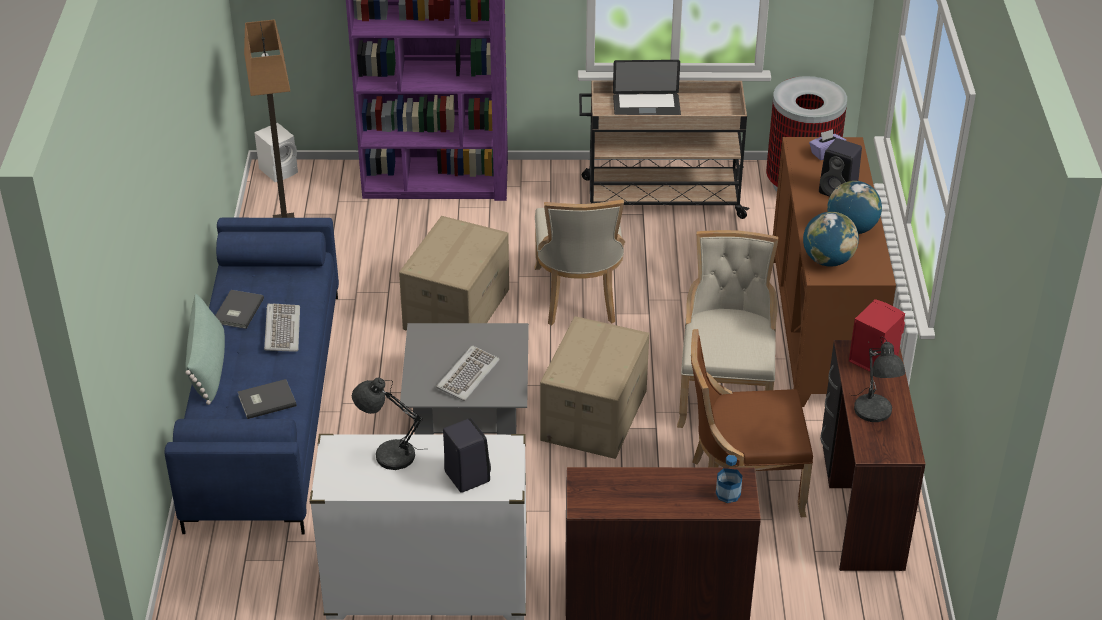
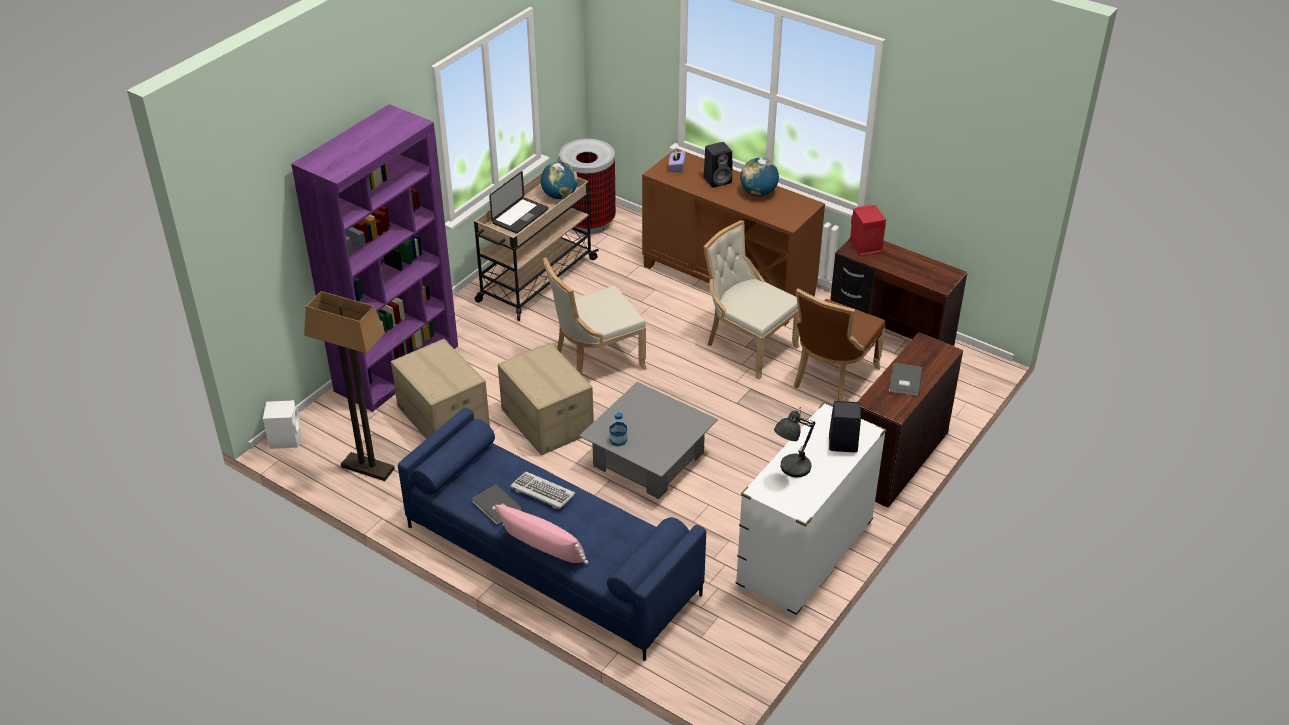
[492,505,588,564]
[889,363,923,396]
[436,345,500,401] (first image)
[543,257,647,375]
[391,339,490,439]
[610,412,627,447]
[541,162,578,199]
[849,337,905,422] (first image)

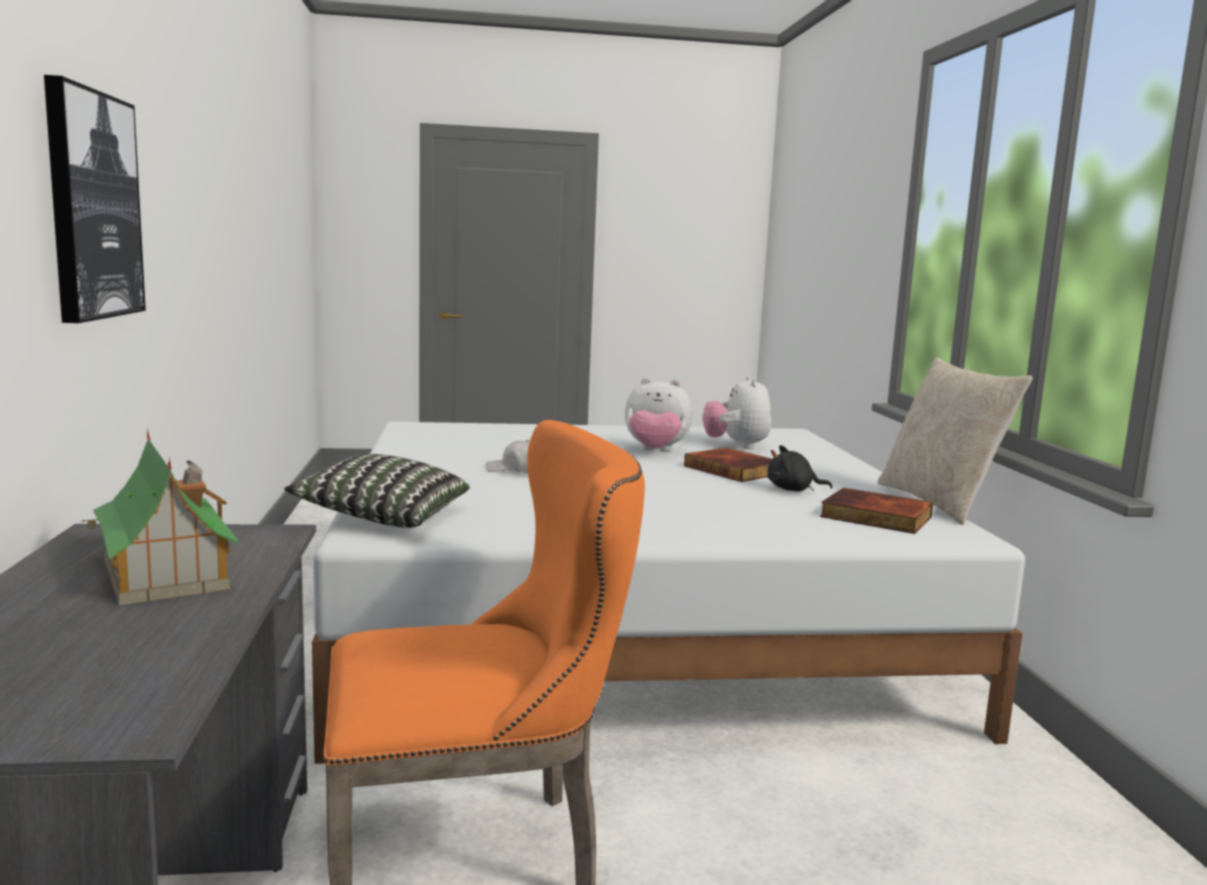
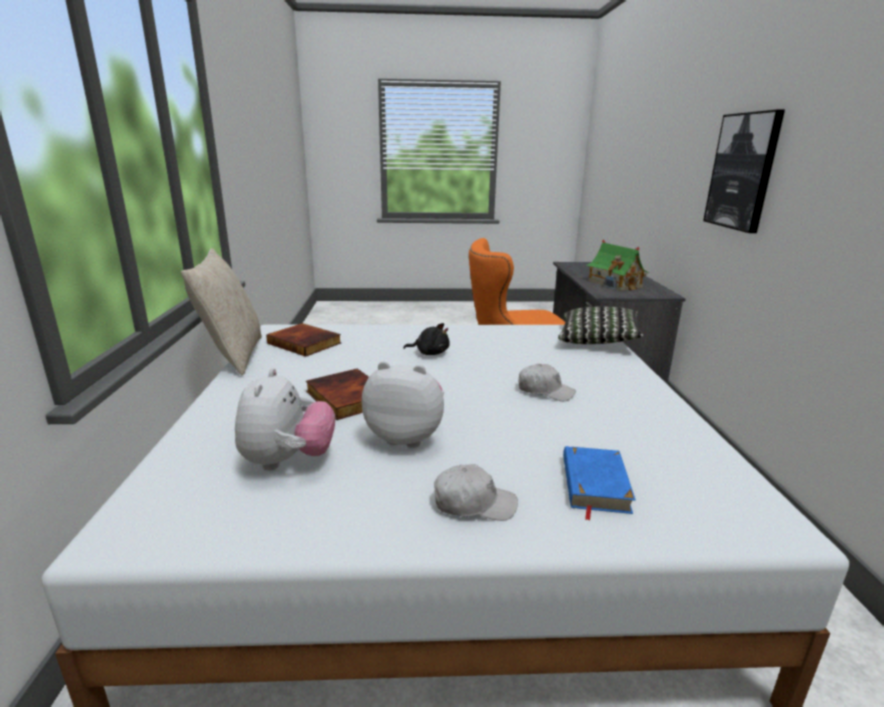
[403,323,450,355]
[434,464,518,521]
[563,446,636,521]

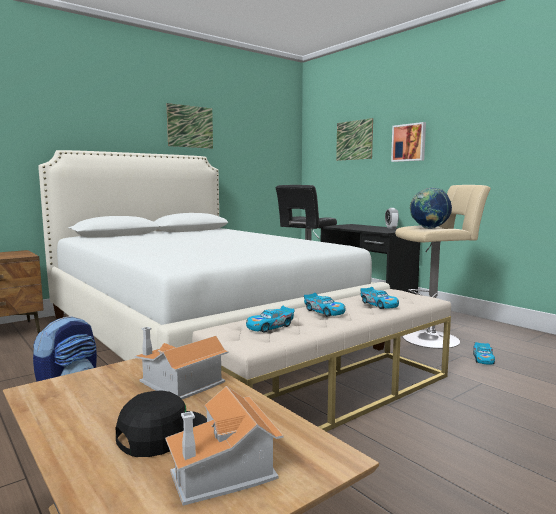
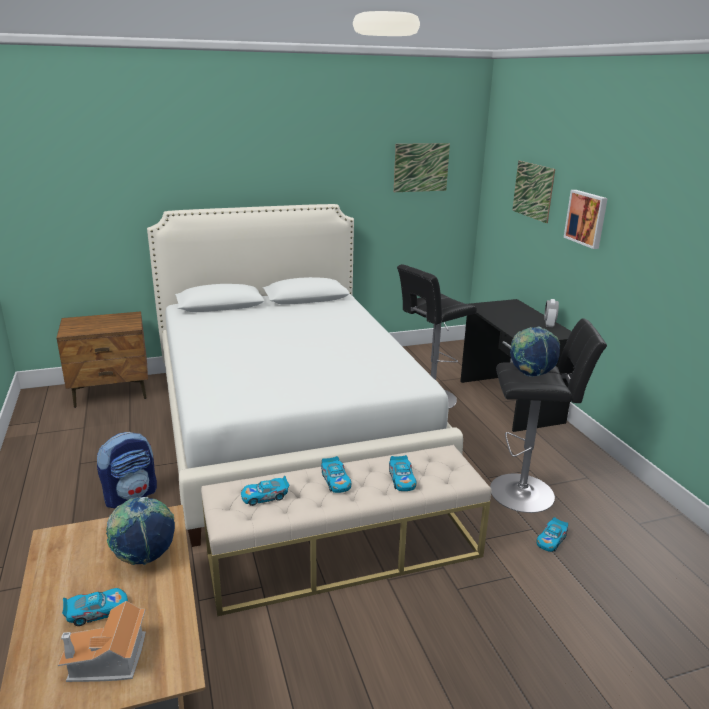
[62,588,128,626]
[106,497,175,565]
[394,143,450,192]
[490,318,607,513]

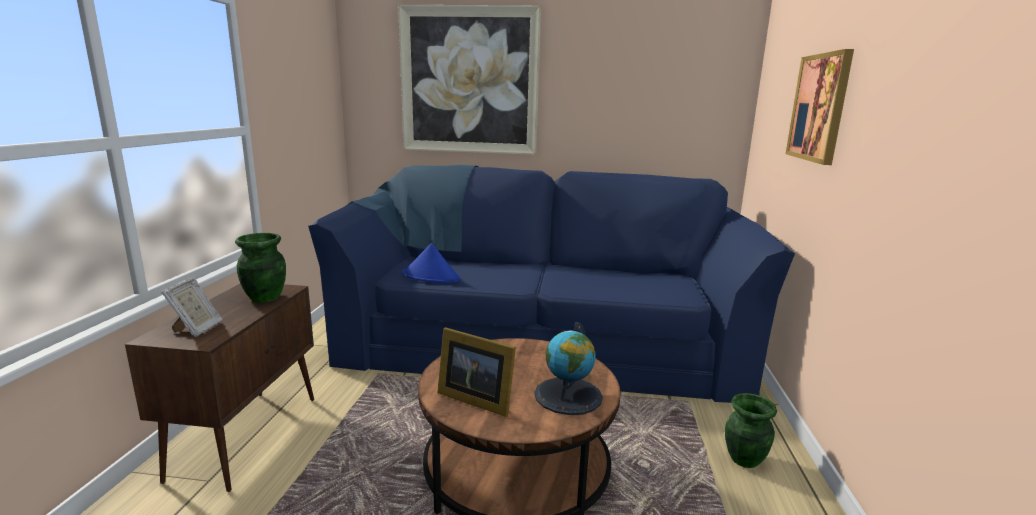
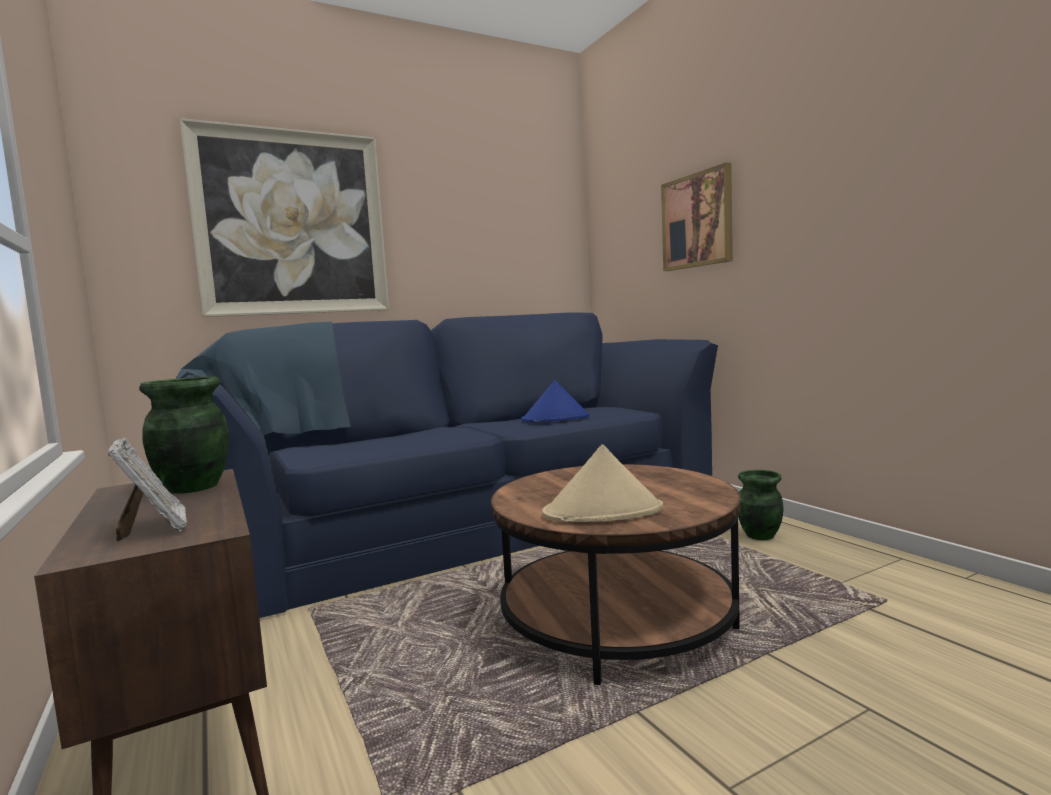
[521,380,590,422]
[542,444,663,522]
[534,322,603,415] (first image)

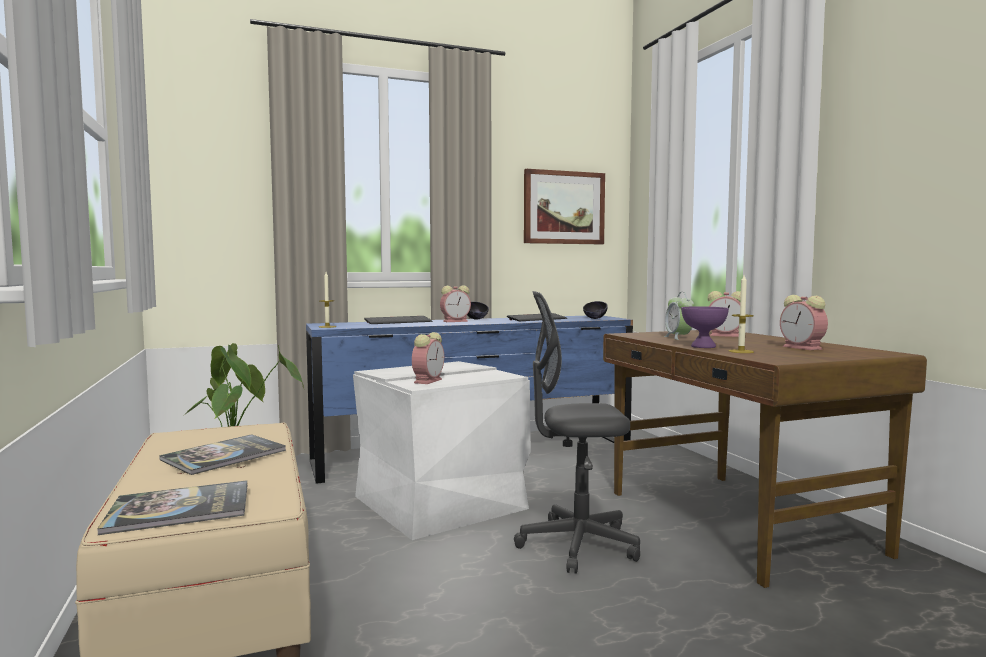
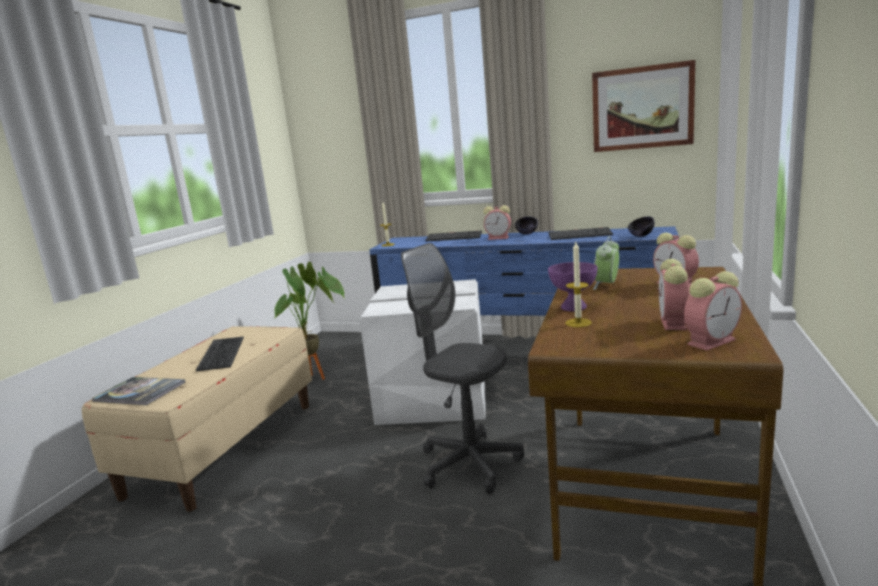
[196,337,244,371]
[684,271,742,351]

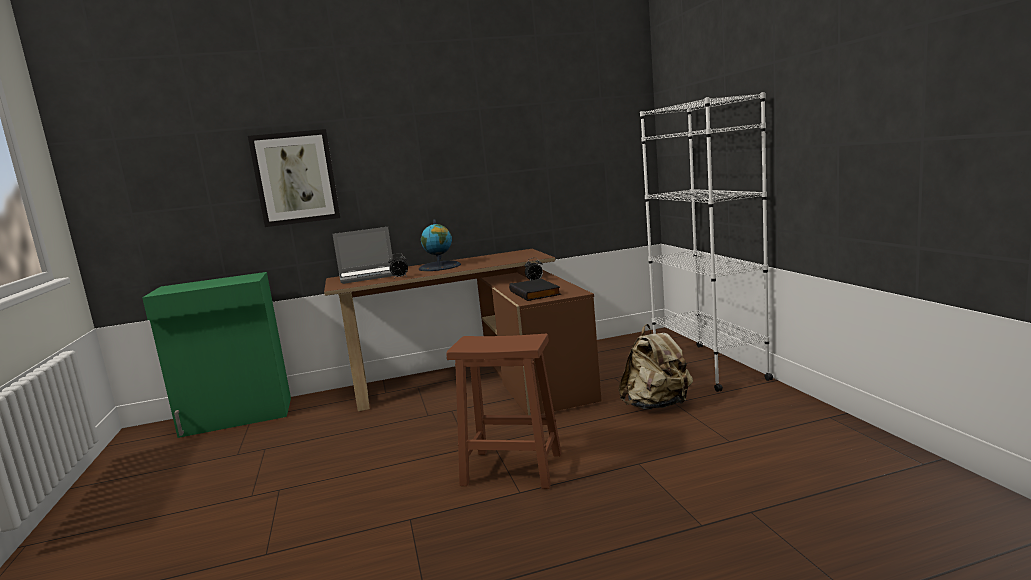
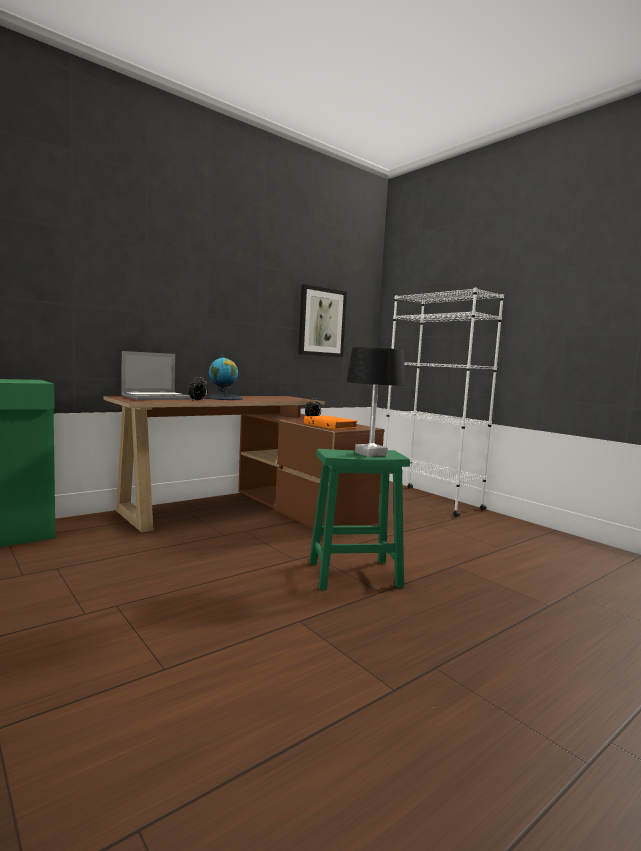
[298,284,347,357]
[309,449,410,590]
[304,415,358,430]
[618,324,693,410] (first image)
[346,347,405,457]

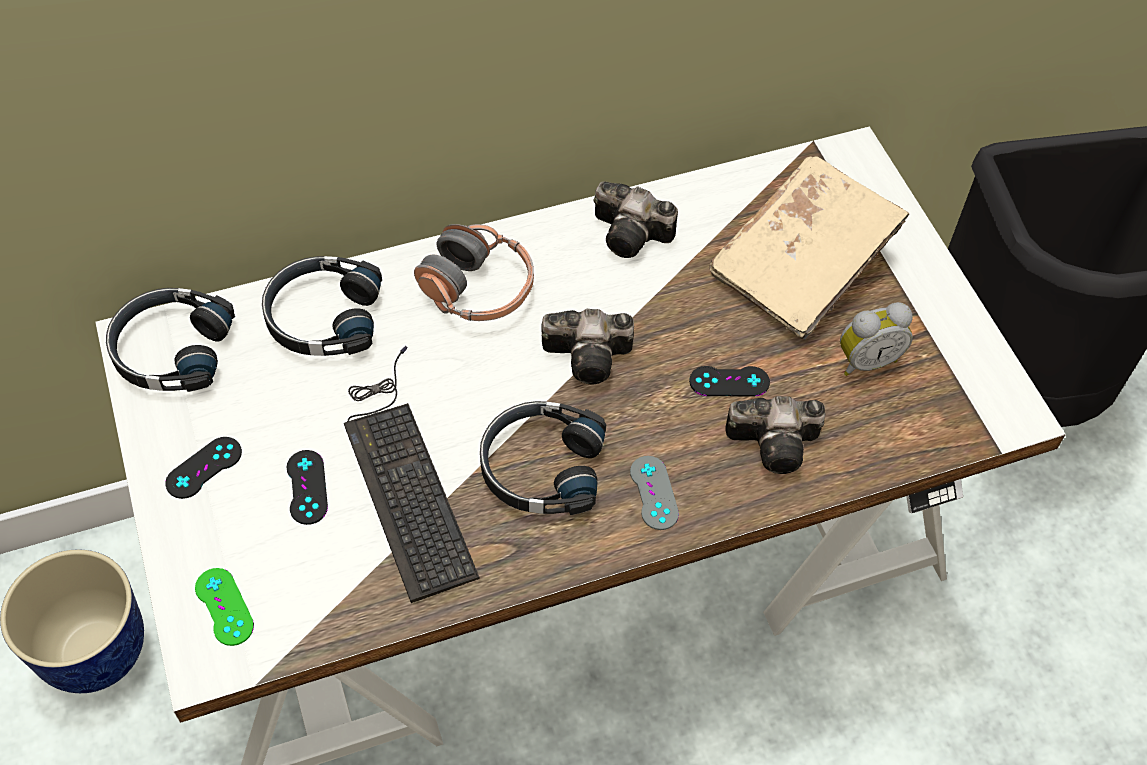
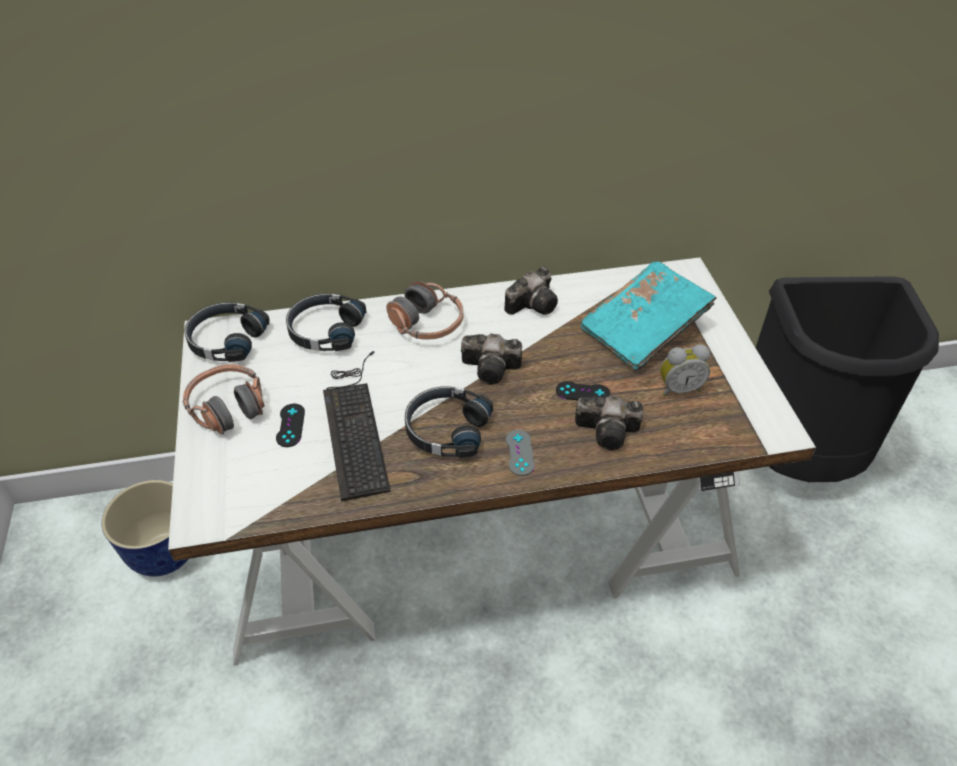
[183,364,264,435]
[195,568,254,646] (first image)
[504,266,558,315]
[580,262,717,372]

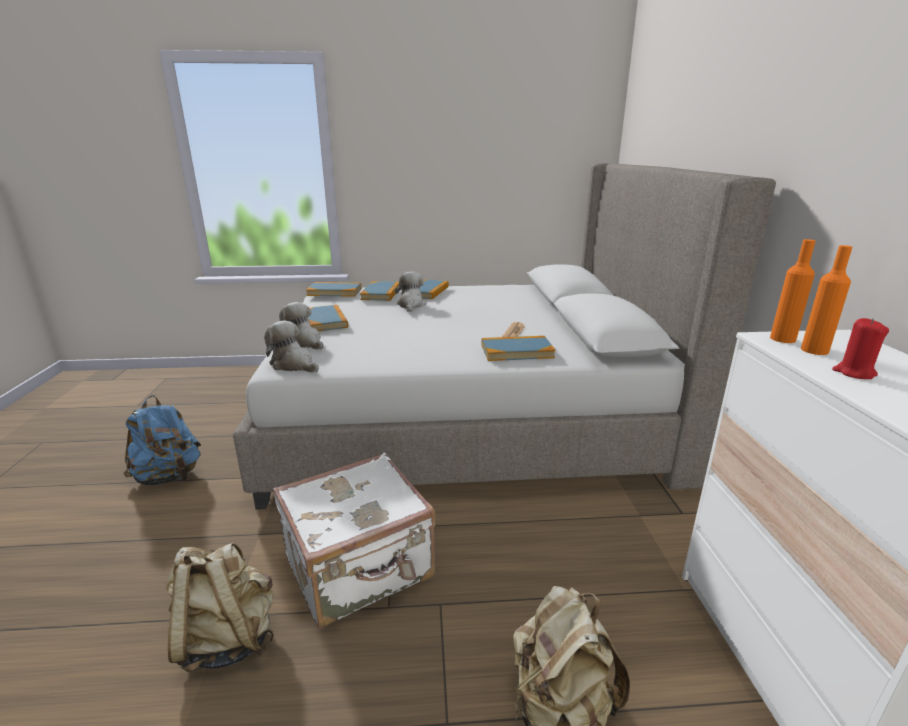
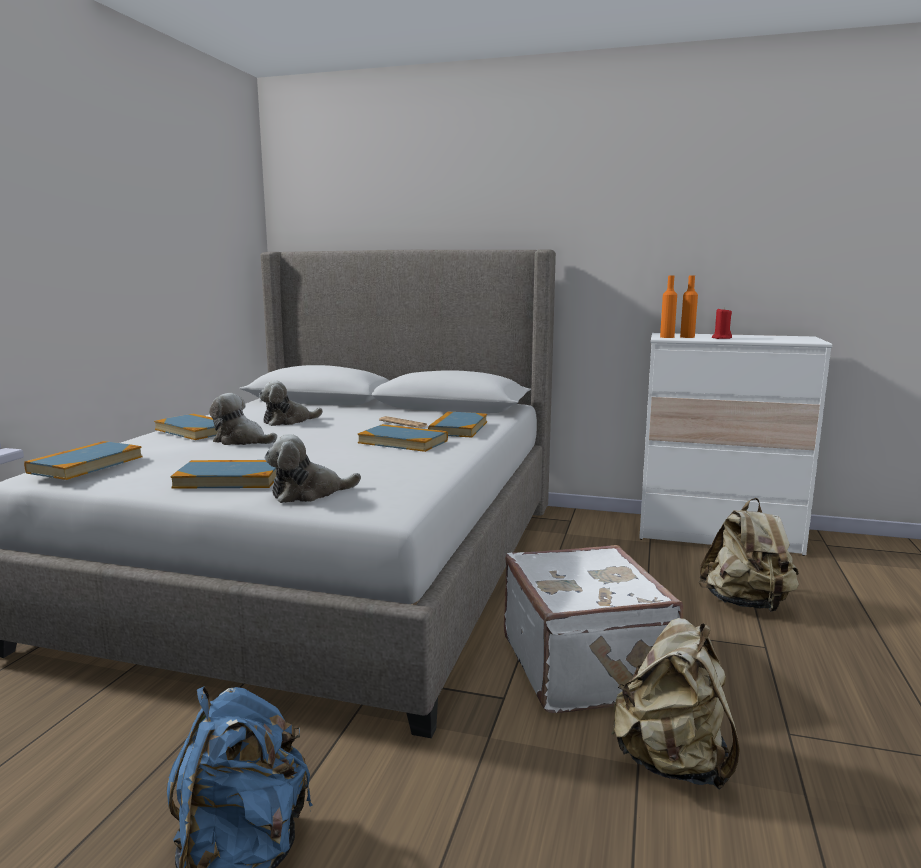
[259,381,323,426]
[358,424,448,452]

